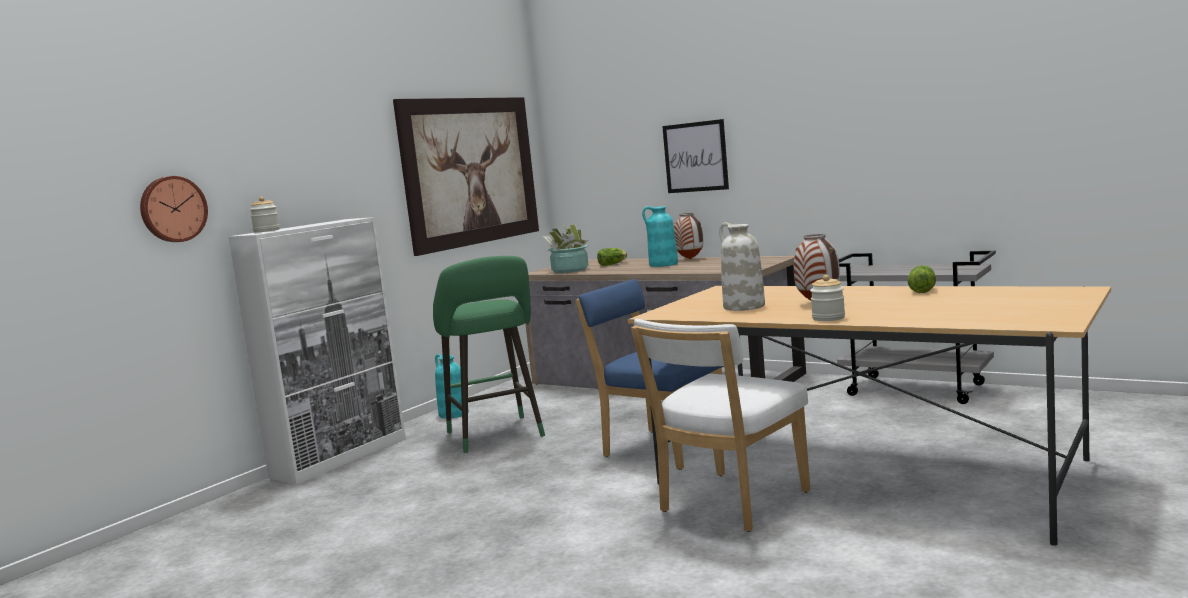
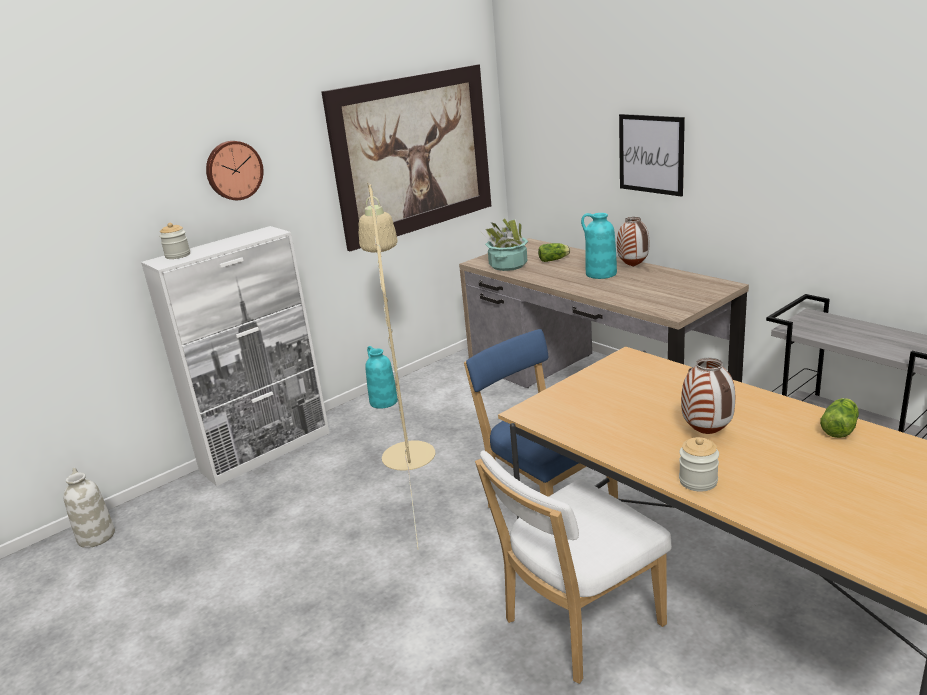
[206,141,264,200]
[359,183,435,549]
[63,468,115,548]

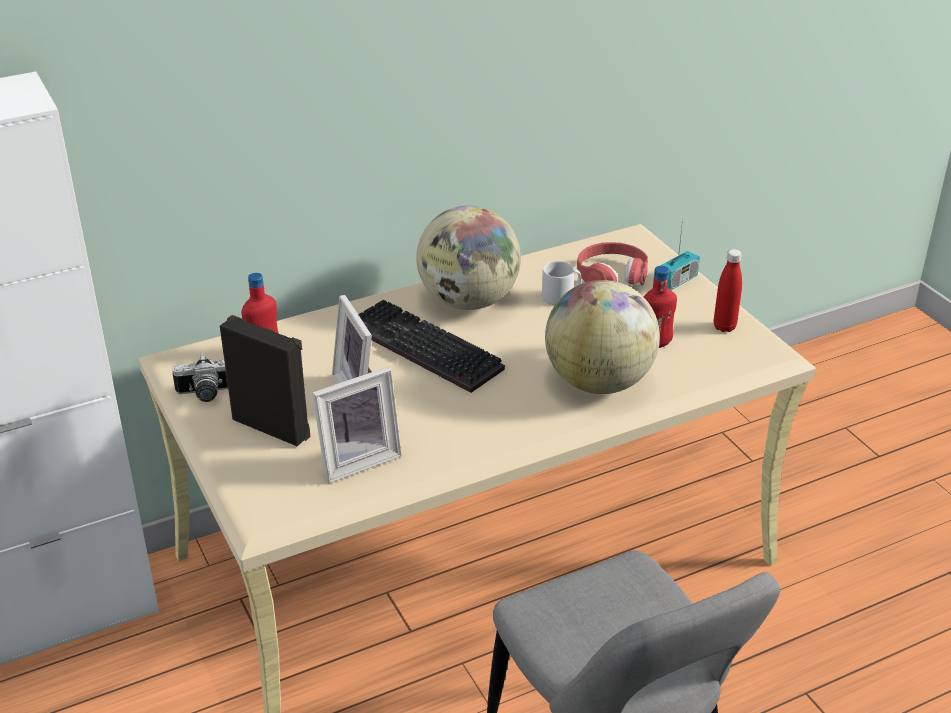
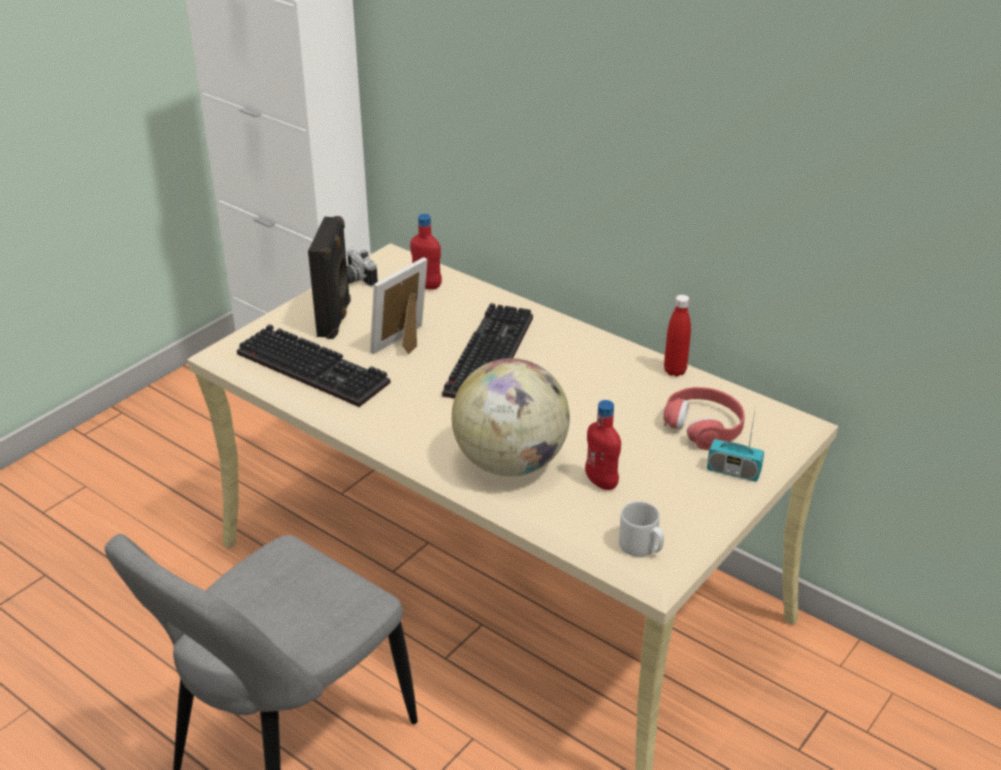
[237,324,391,407]
[416,205,521,310] (first image)
[619,501,664,557]
[664,295,691,376]

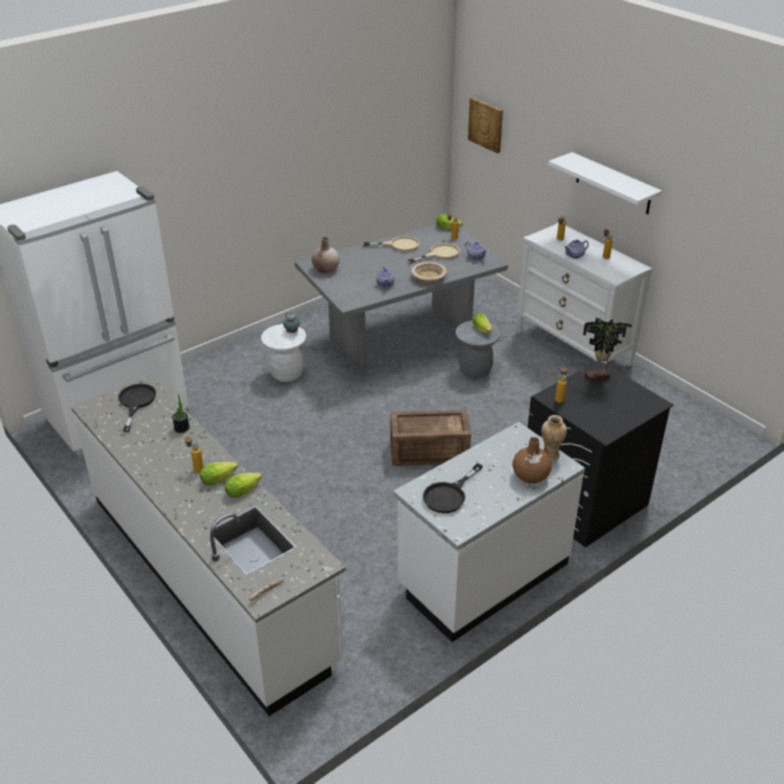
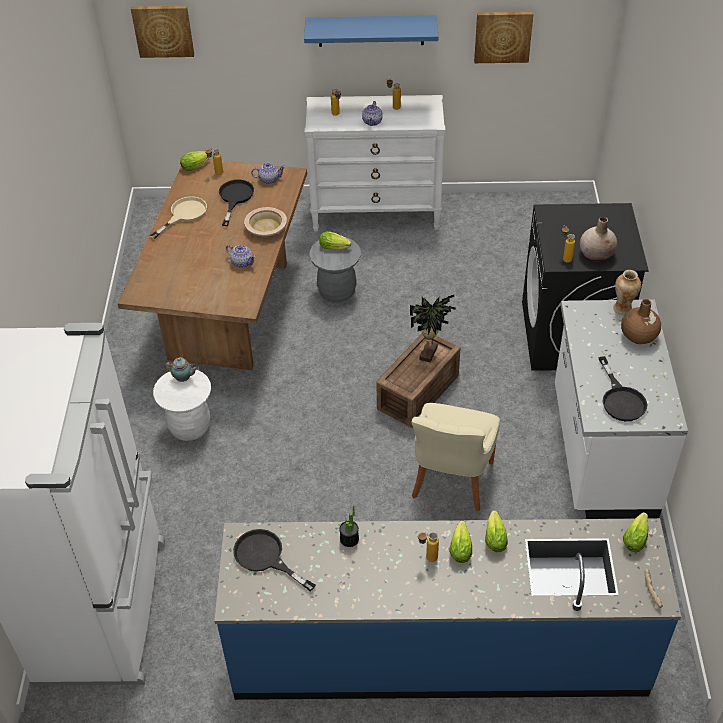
[214,518,681,700]
[117,159,307,370]
[580,217,618,261]
[219,179,254,226]
[304,15,438,47]
[410,295,456,362]
[411,403,500,512]
[474,12,533,63]
[623,512,648,552]

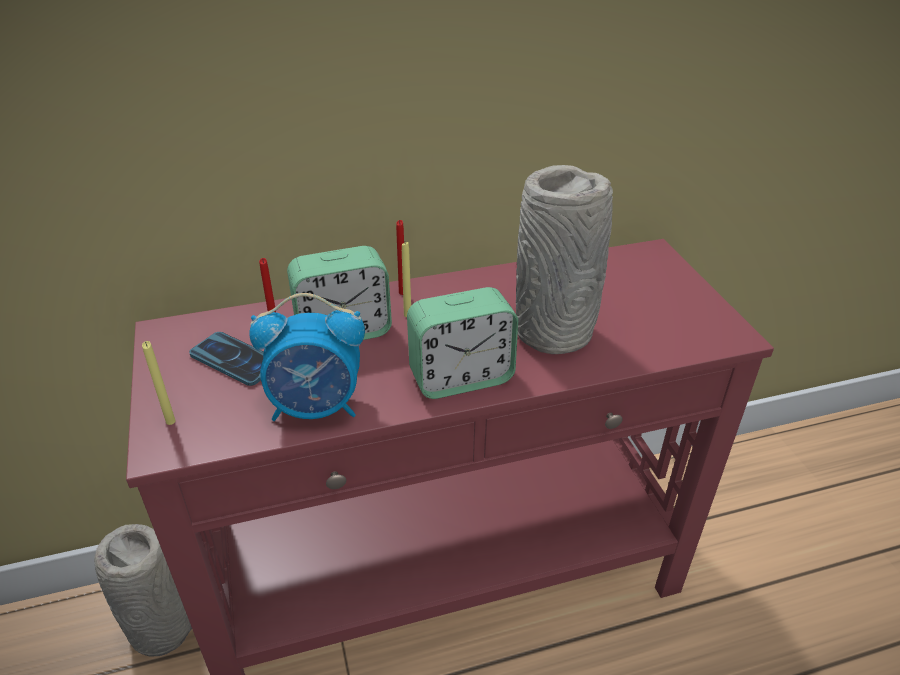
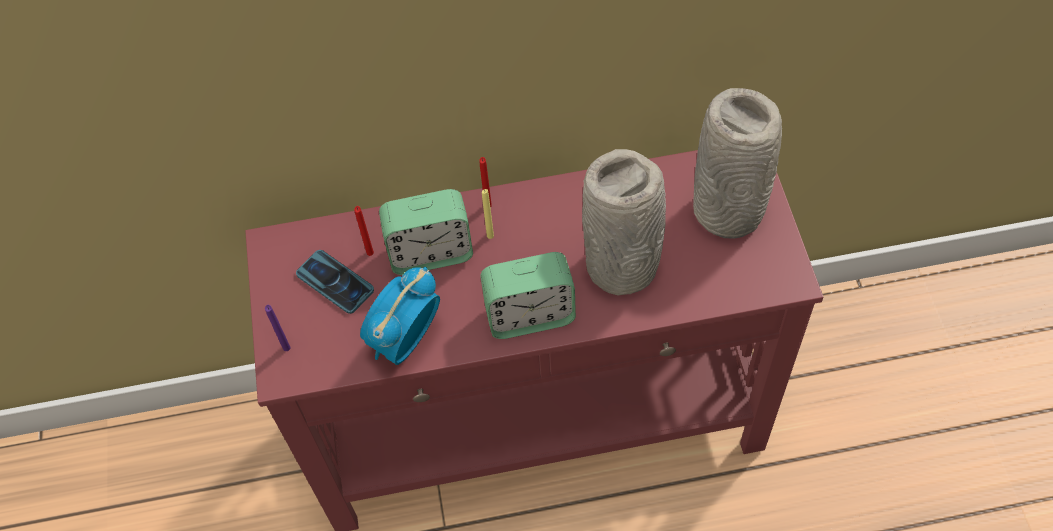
[693,88,782,239]
[265,305,290,351]
[360,267,440,365]

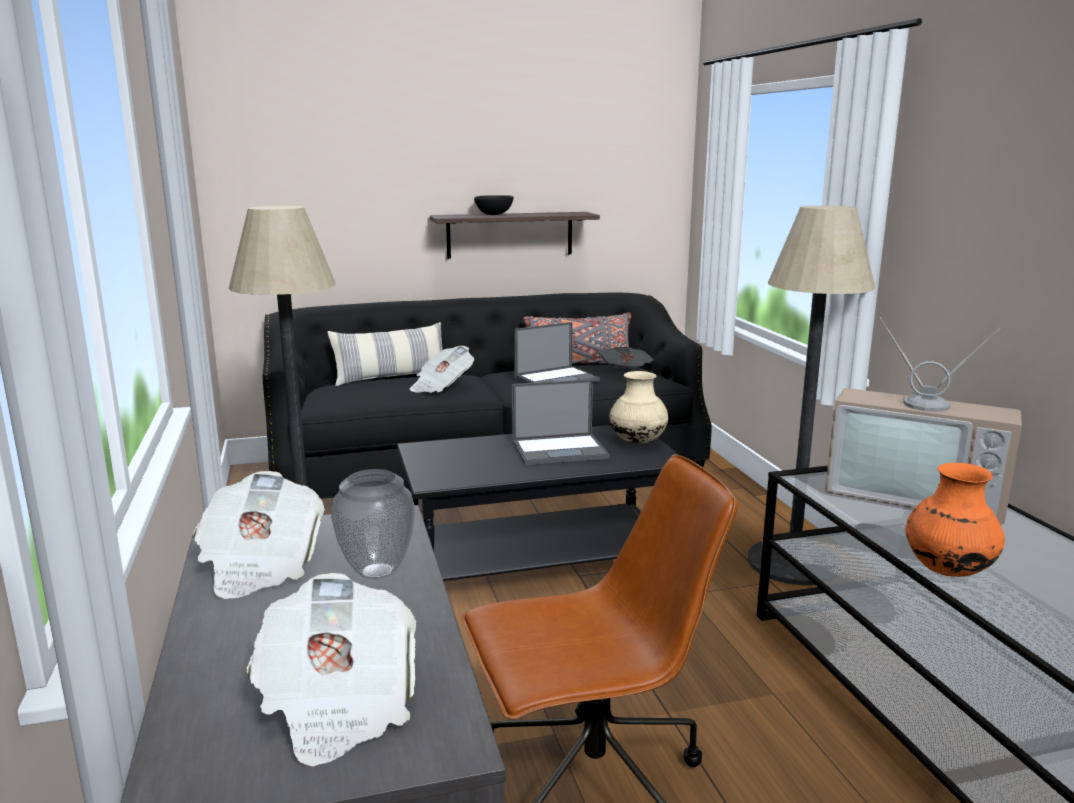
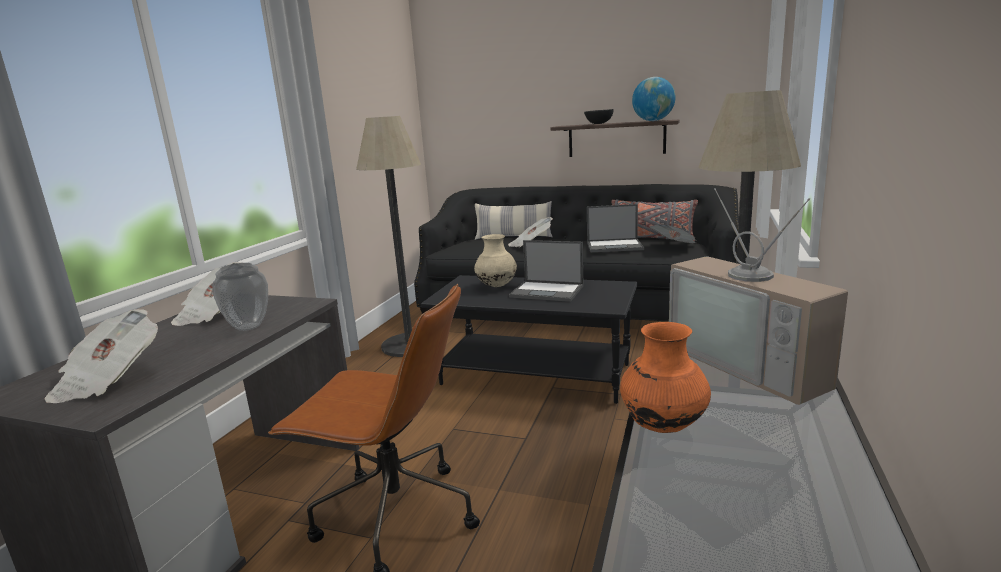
[474,234,517,287]
[632,77,676,121]

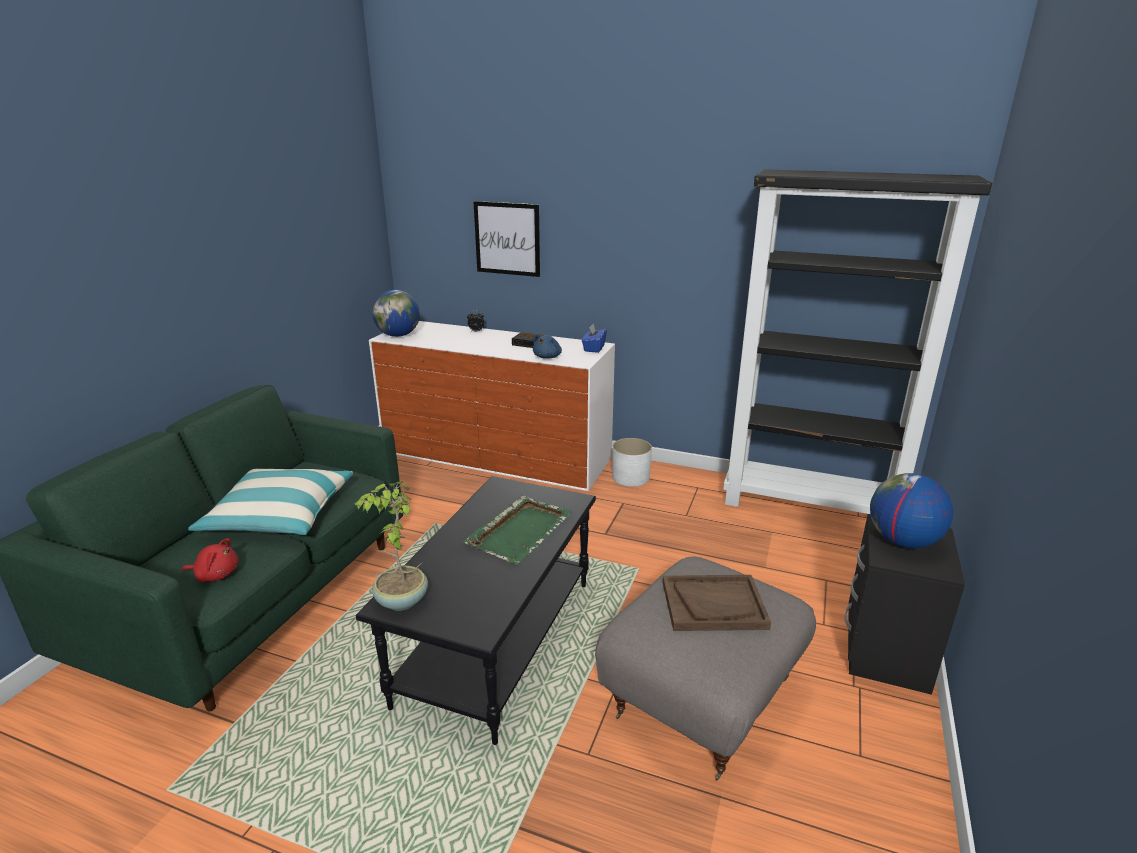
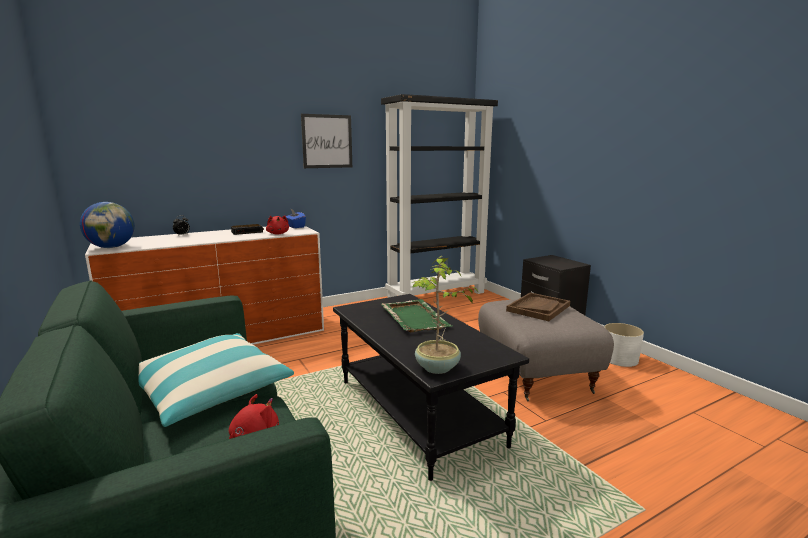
[301,114,352,168]
[266,215,289,234]
[604,323,644,367]
[870,473,953,548] (first image)

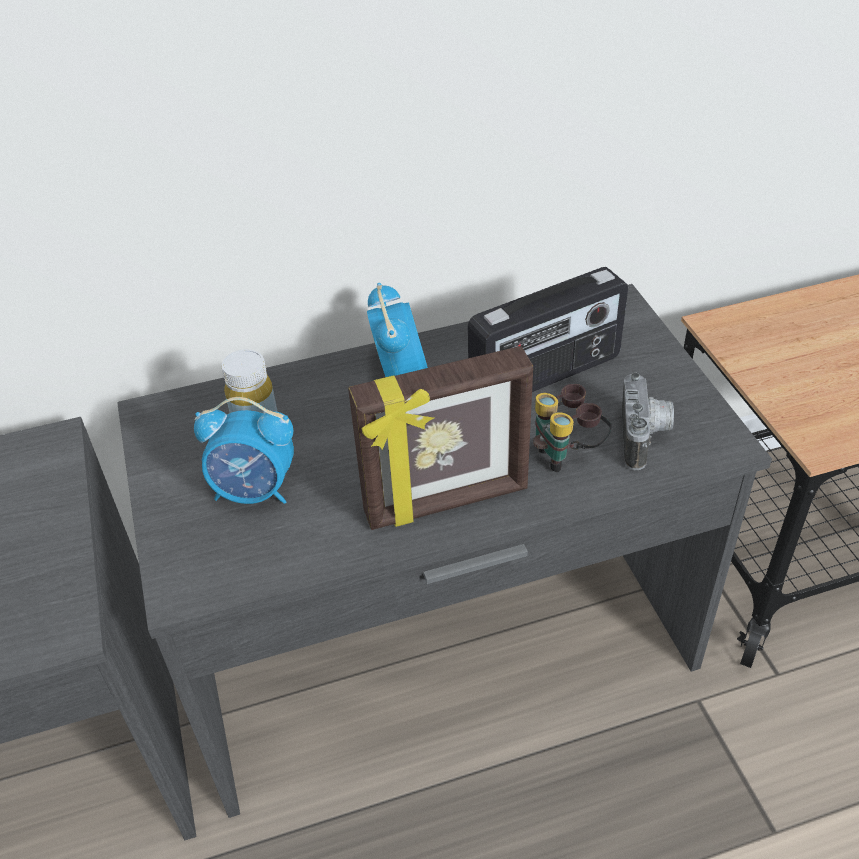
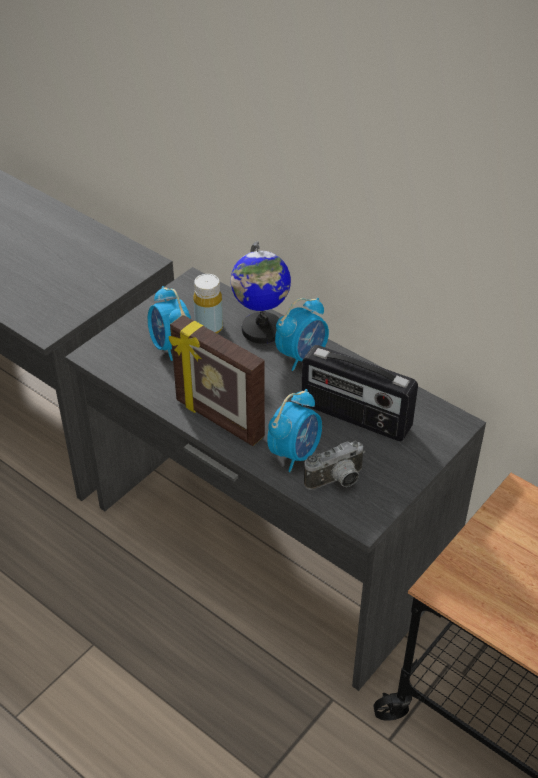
[267,389,322,472]
[231,241,291,344]

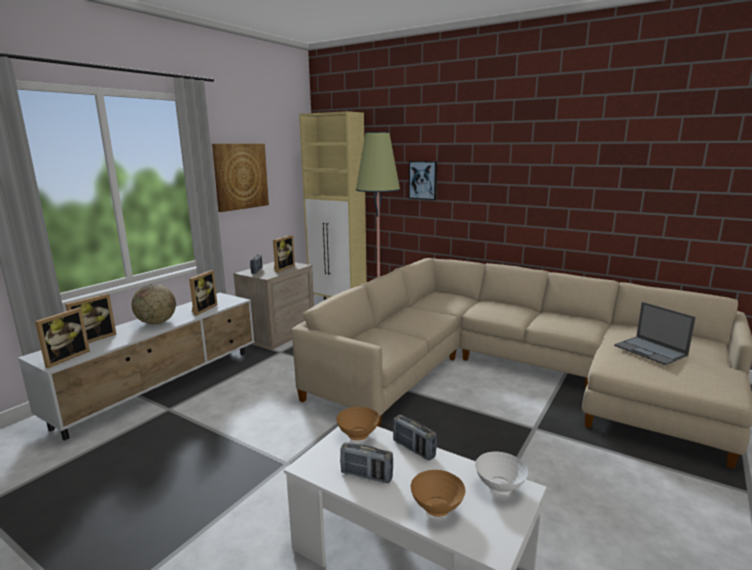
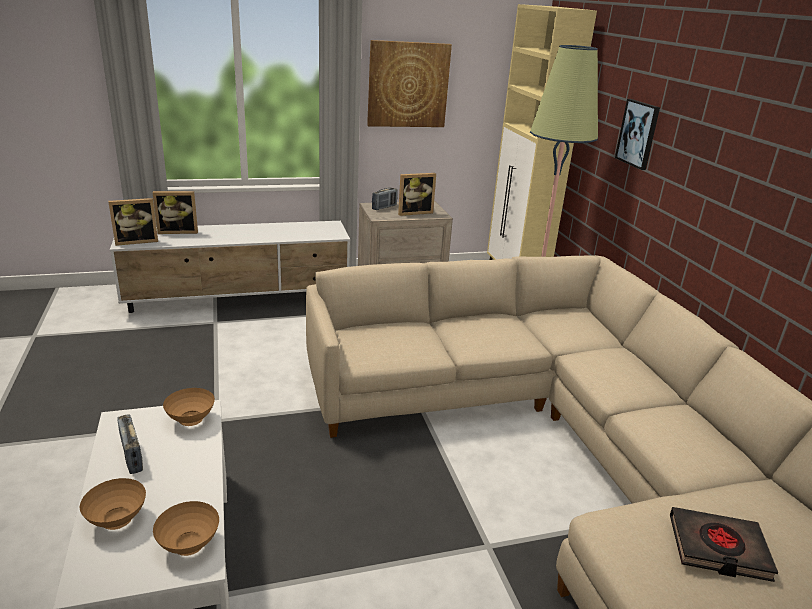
[132,284,176,324] (first image)
[189,270,217,316] (first image)
[393,415,437,461] (first image)
[153,501,219,556]
[670,507,778,582]

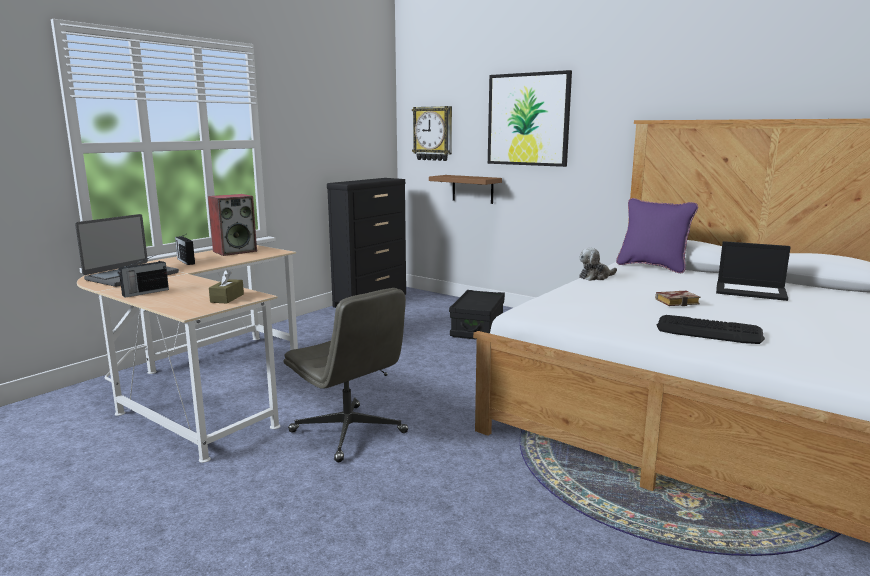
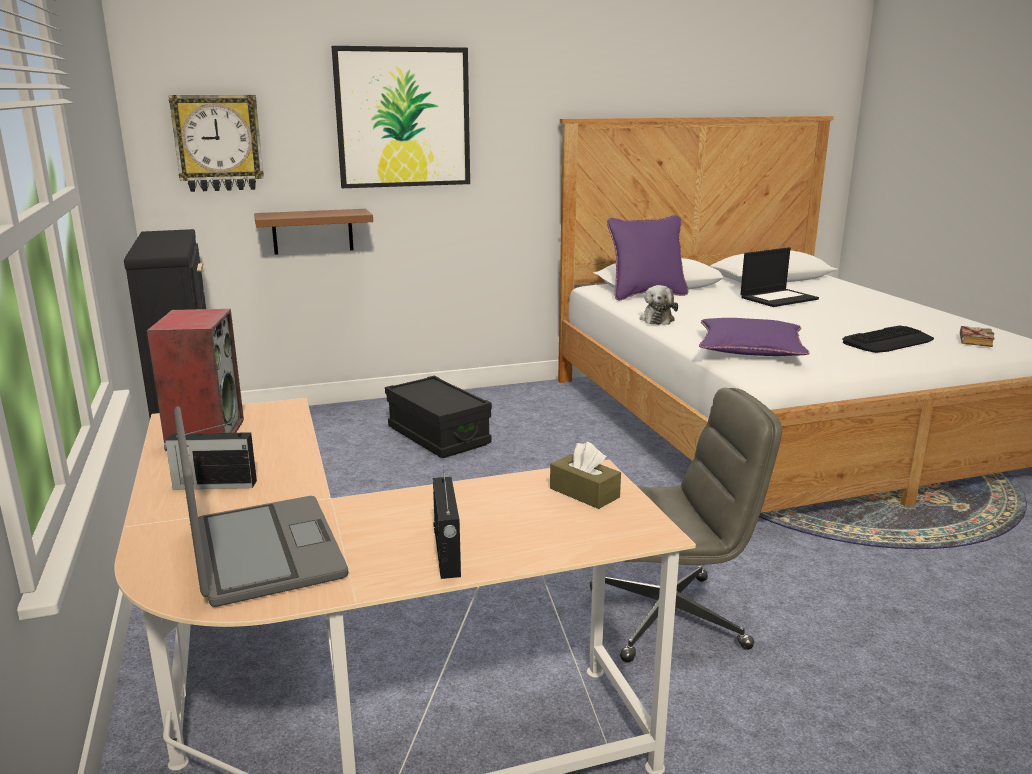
[960,326,994,347]
[699,318,810,356]

